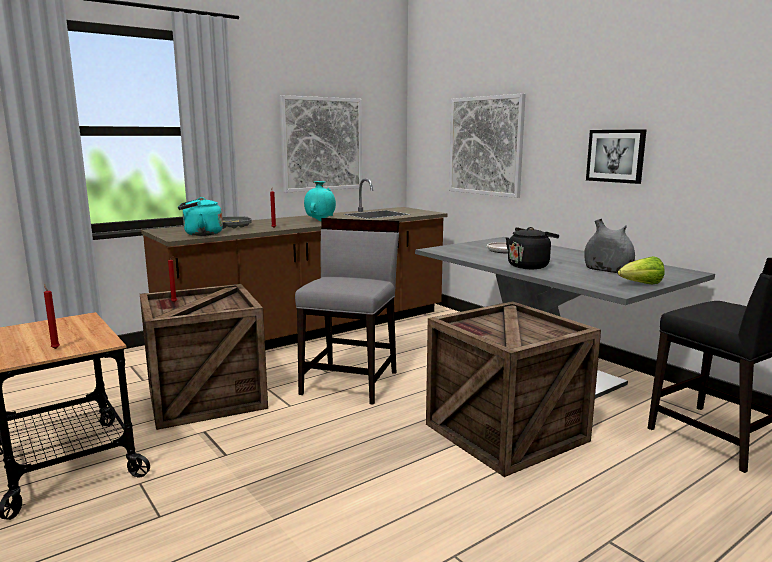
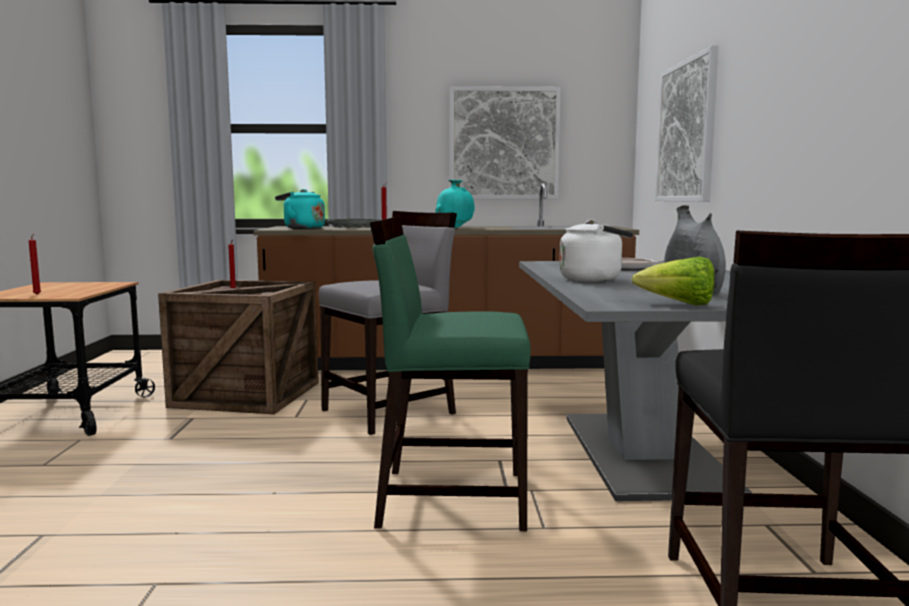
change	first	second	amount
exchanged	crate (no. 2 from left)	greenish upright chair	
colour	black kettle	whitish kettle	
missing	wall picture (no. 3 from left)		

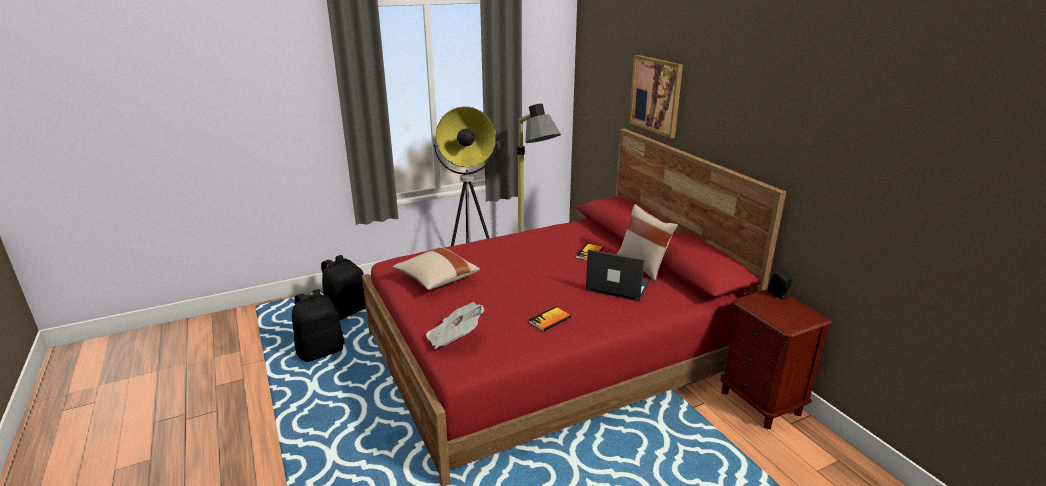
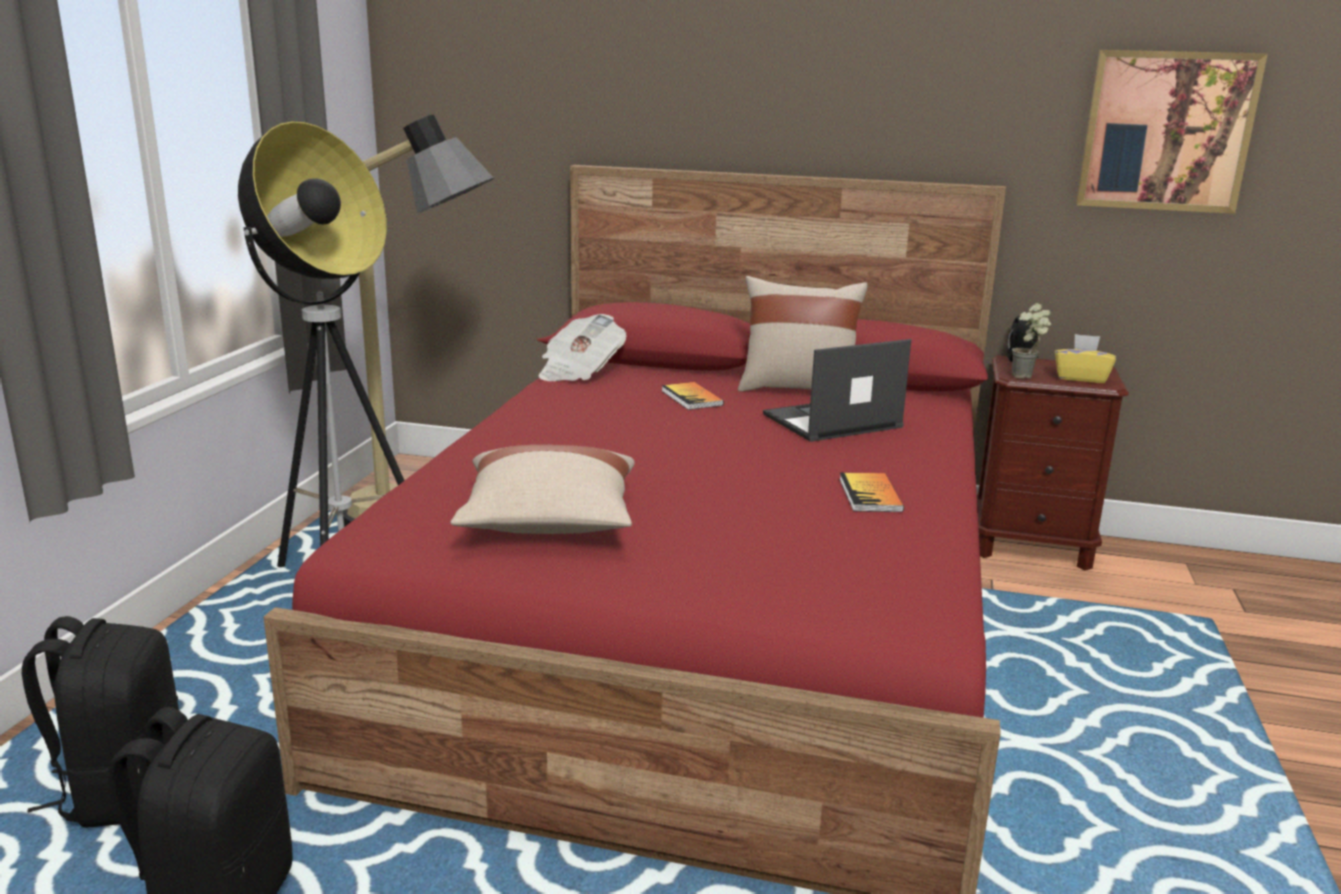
change	first	second	amount
relocated	newspaper		
relocated	wall picture		
appeared		plant in a pot	
appeared		yellow-coloured box of tissues	

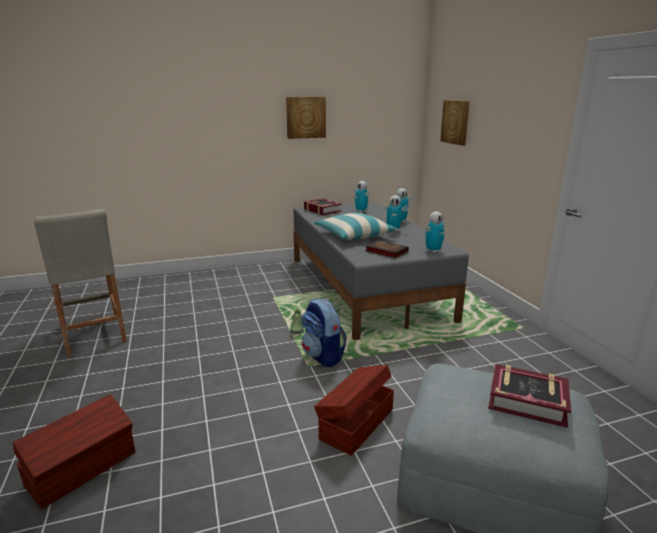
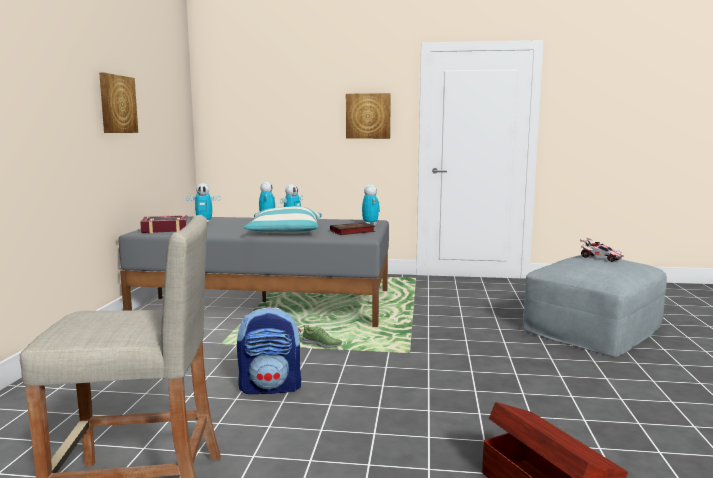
change	first	second	amount
relocated	backpack		
missing	brown storage bin (no. 2 from left)		
relocated	wall picture (no. 2 from left)		
exchanged	bound book (no. 3 from left)	miniature car	

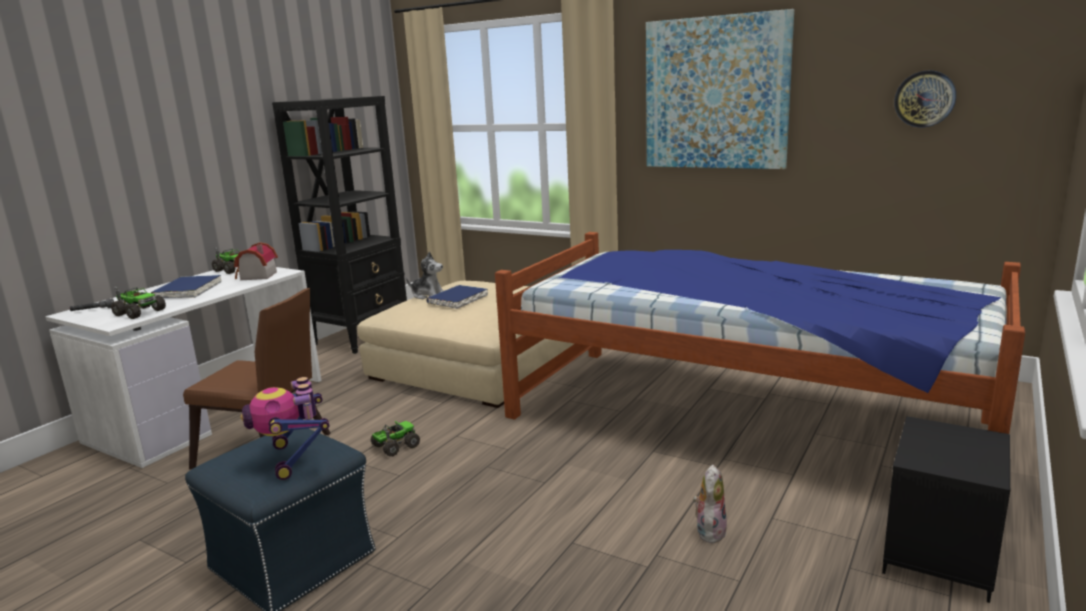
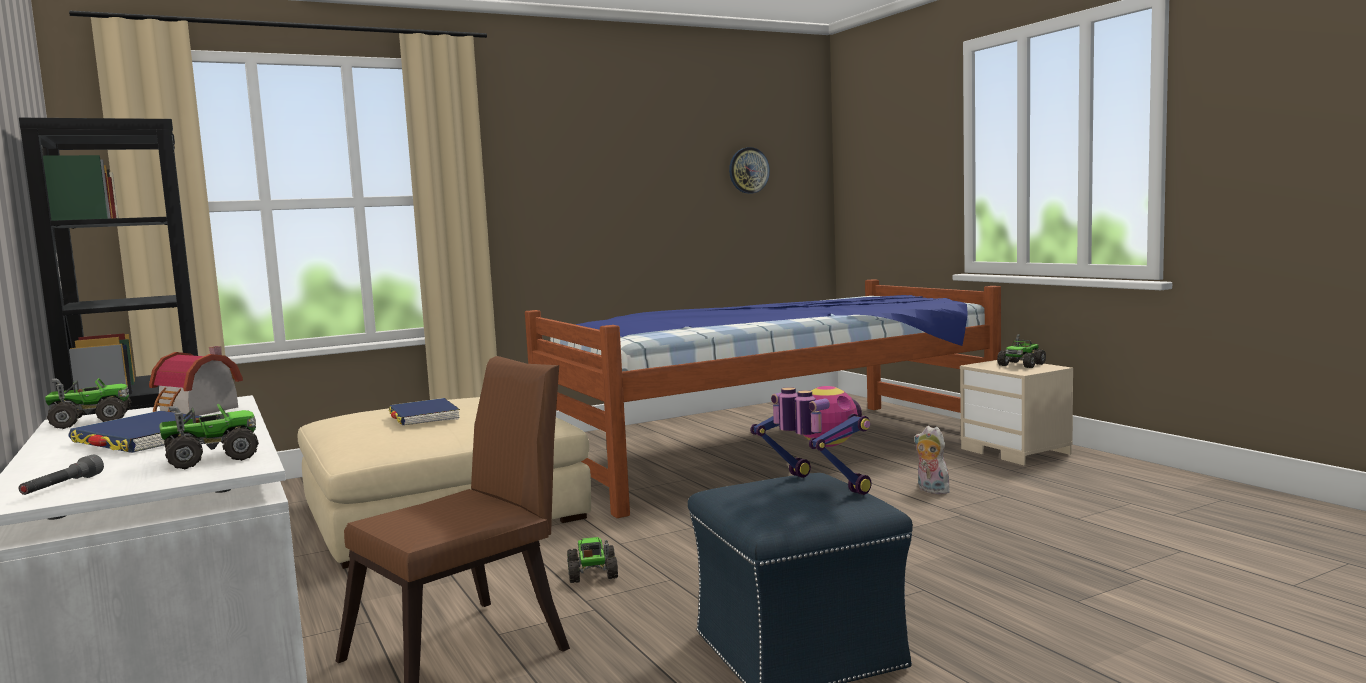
change	first	second	amount
spun	toy robot		135 degrees counterclockwise
missing	cuddly toy (no. 1 from left)		
missing	wall picture		
colour	black night table	sand-coloured night table	
appeared		model truck (no. 4 from left)	

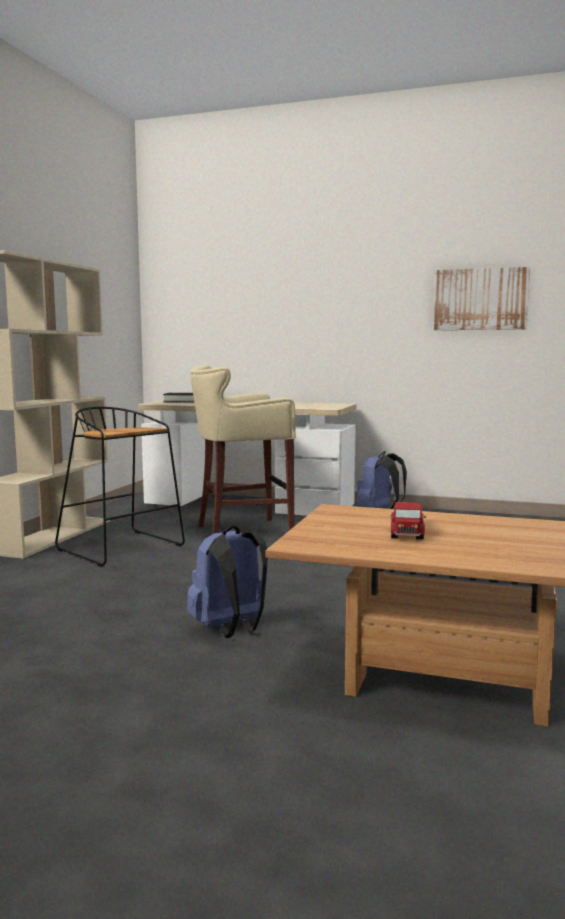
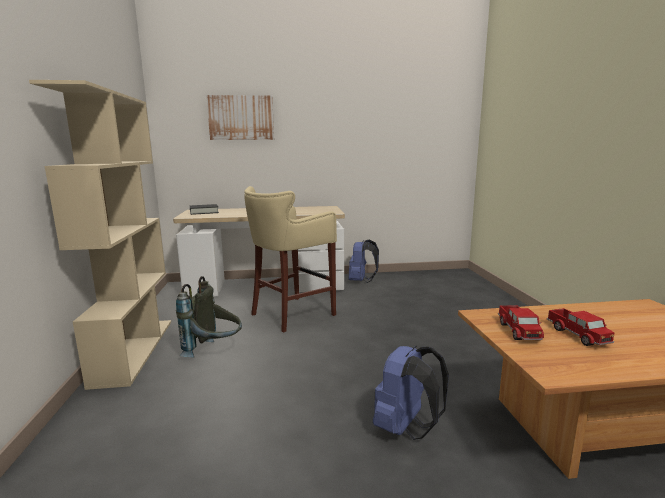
change	first	second	amount
exchanged	black stool	grey backpack	
relocated	wall picture		
appeared		model truck (no. 1 from left)	

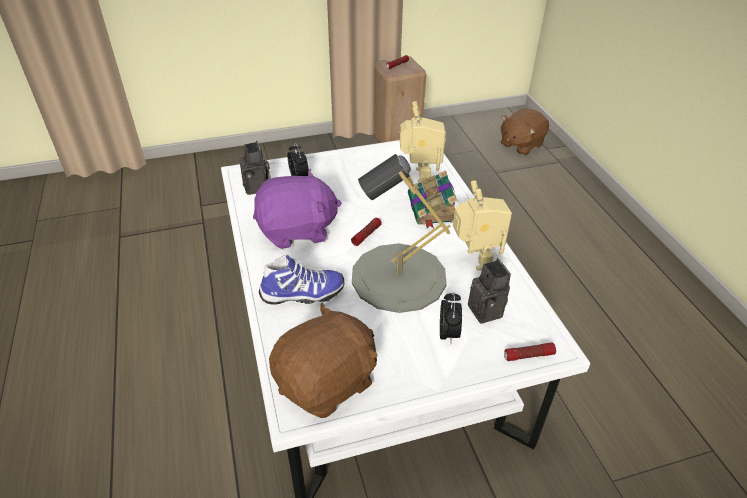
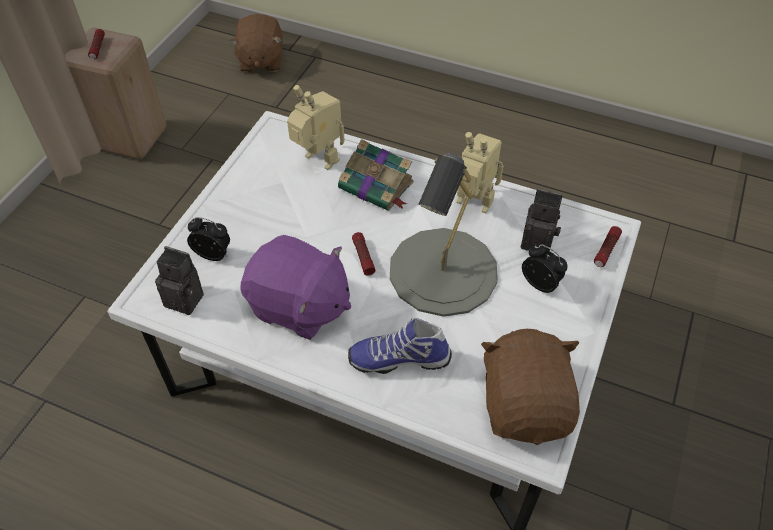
change	first	second	amount
spun	purplish cuddly toy		90 degrees clockwise
spun	item of footwear		120 degrees counterclockwise

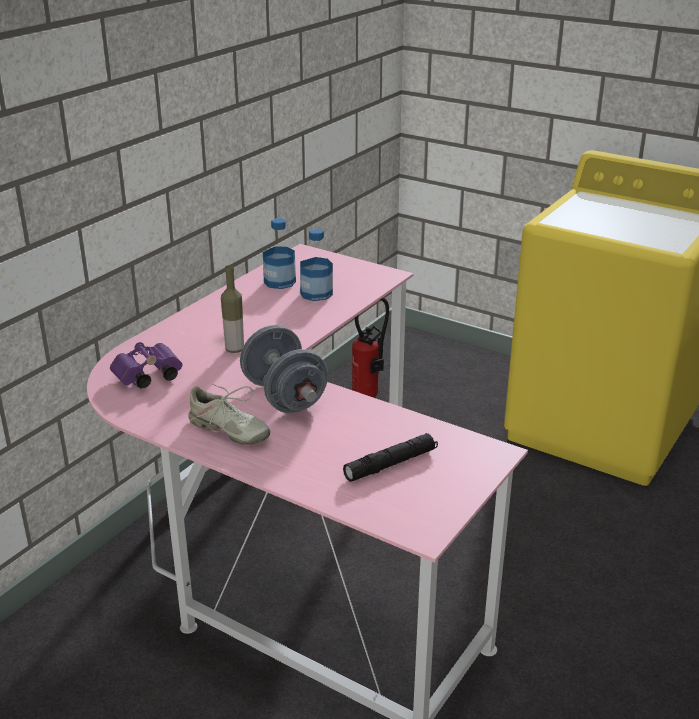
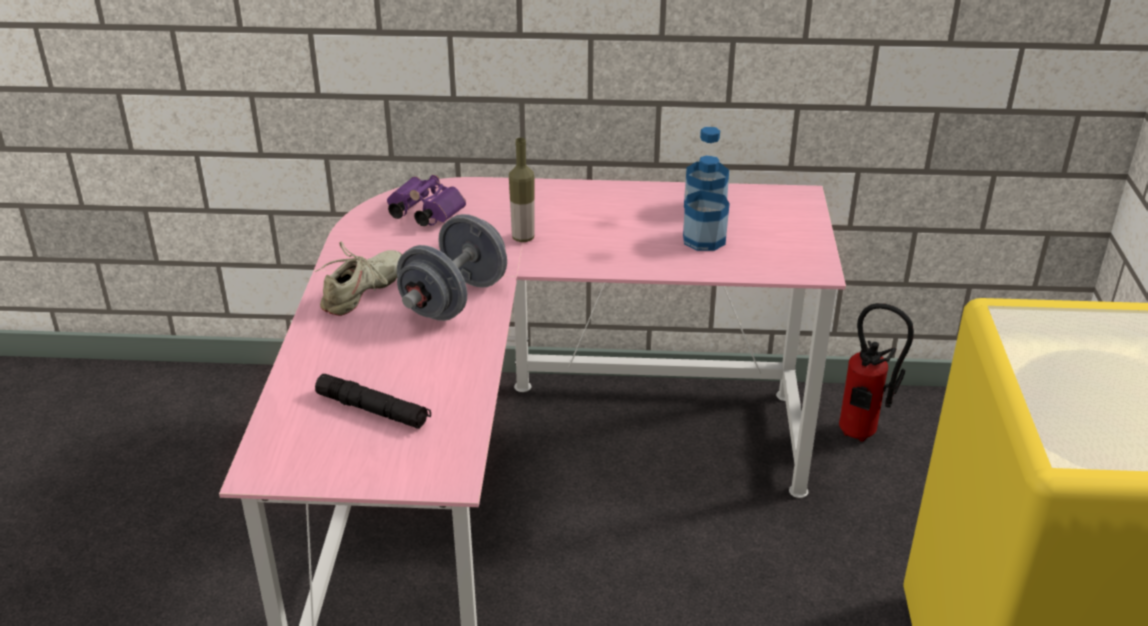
change	first	second	amount
spun	sand-coloured item of footwear		150 degrees counterclockwise

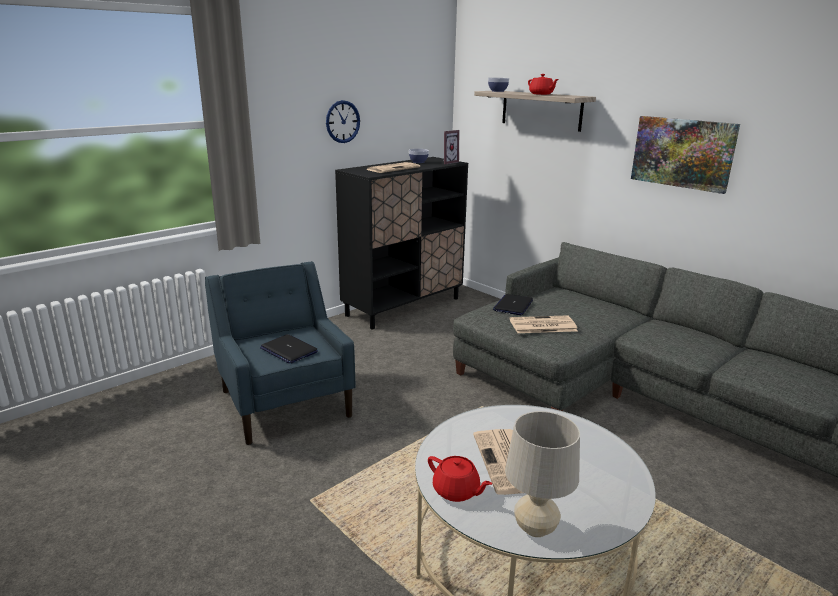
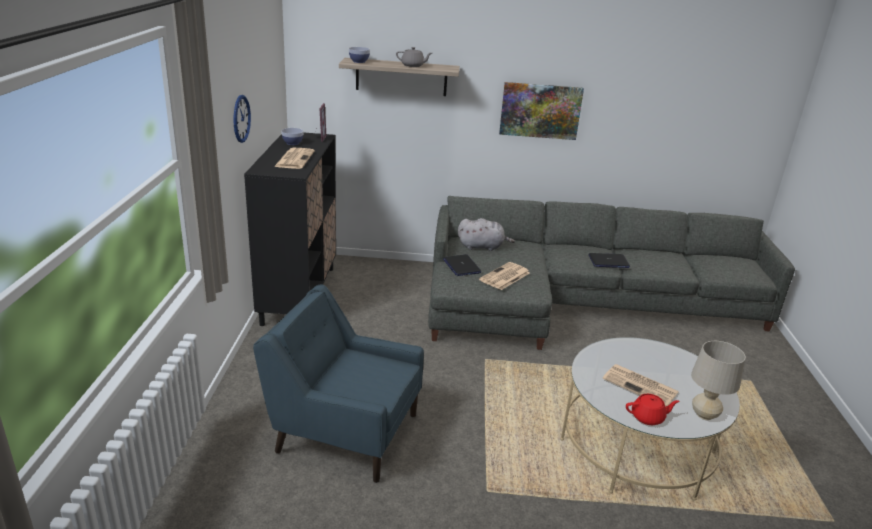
change	first	second	amount
relocated	portable computer (no. 1 from left in the first image)	portable computer (no. 2 from left)	
colour	red tea pot (no. 2 from left)	grey tea pot	
appeared		grey cuddly toy	

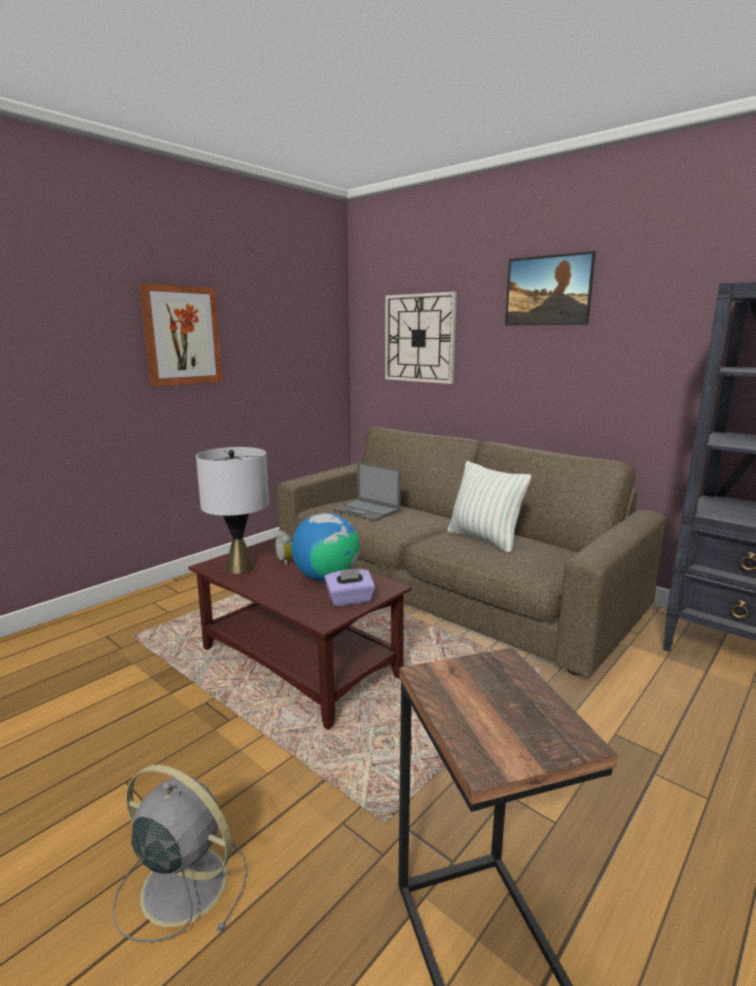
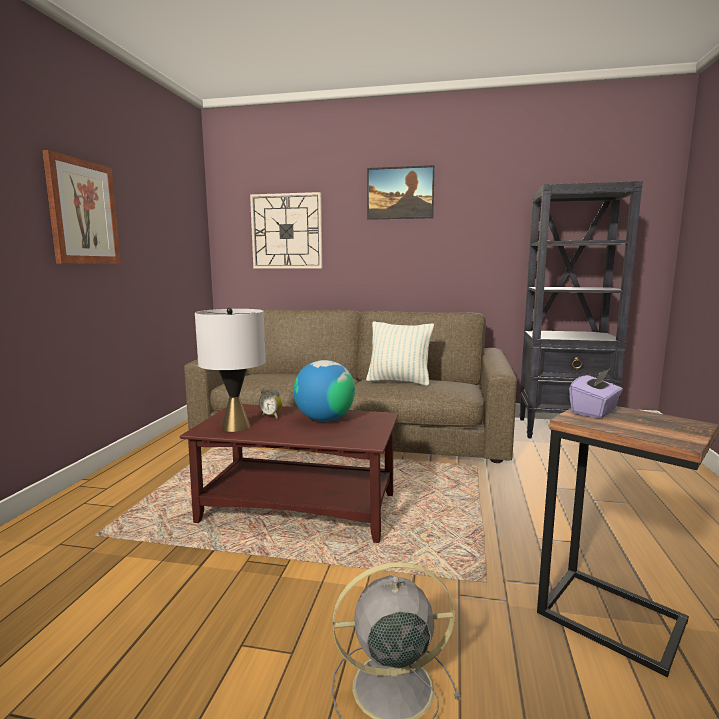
change	first	second	amount
relocated	purplish box of tissues		
missing	portable computer		

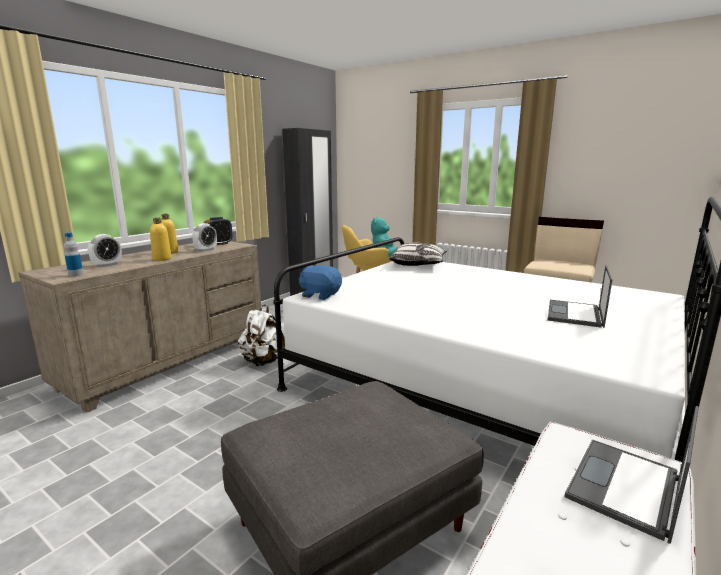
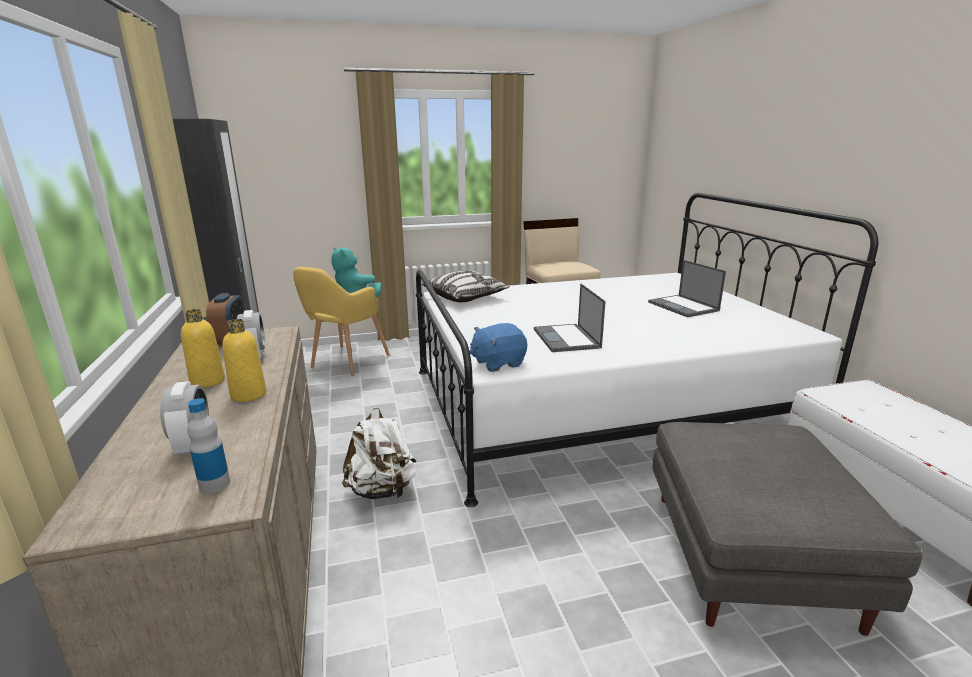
change	first	second	amount
relocated	portable computer (no. 2 from left in the first image)	portable computer (no. 1 from left)	

